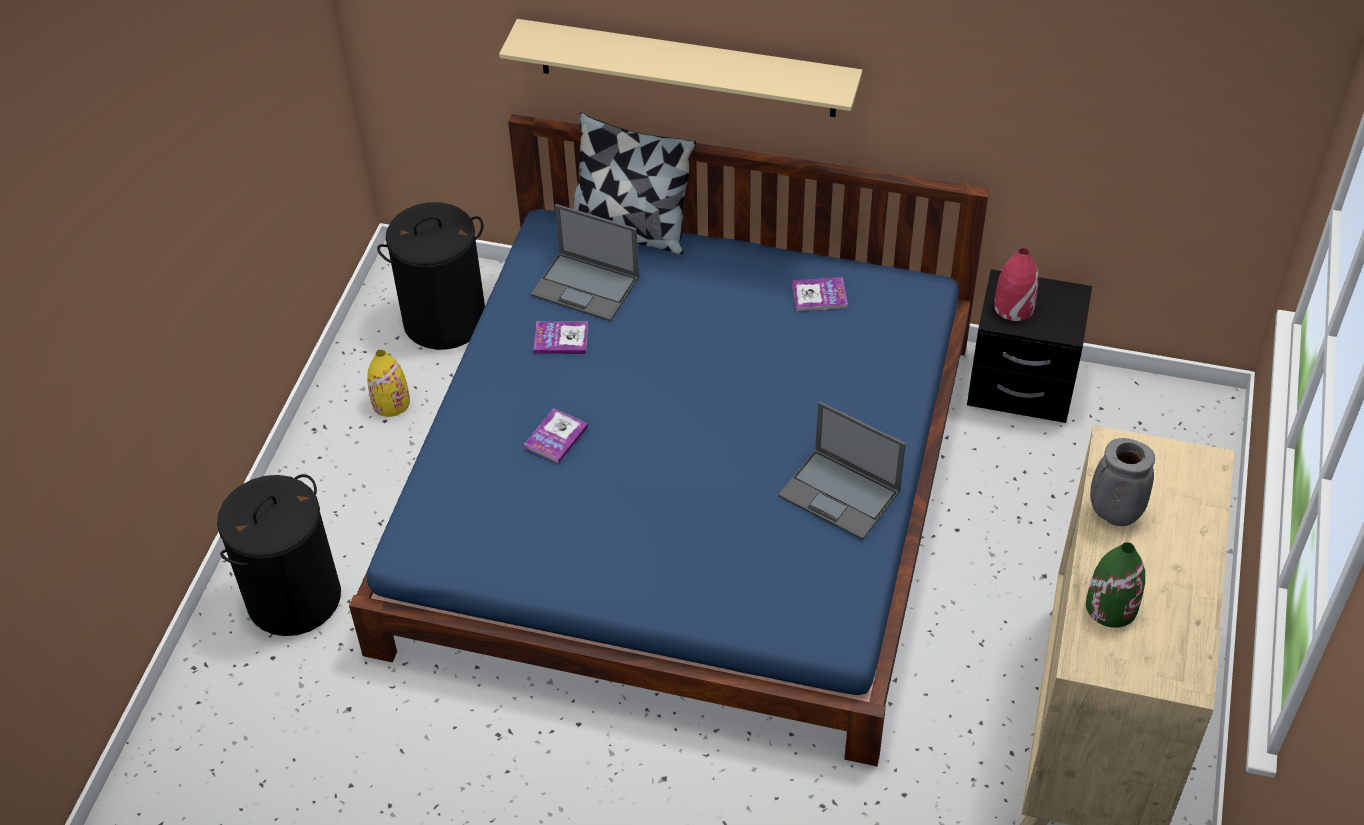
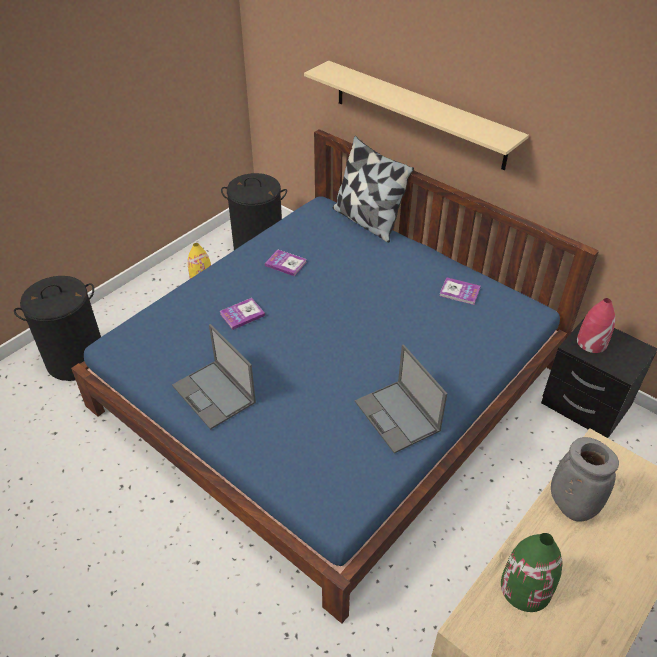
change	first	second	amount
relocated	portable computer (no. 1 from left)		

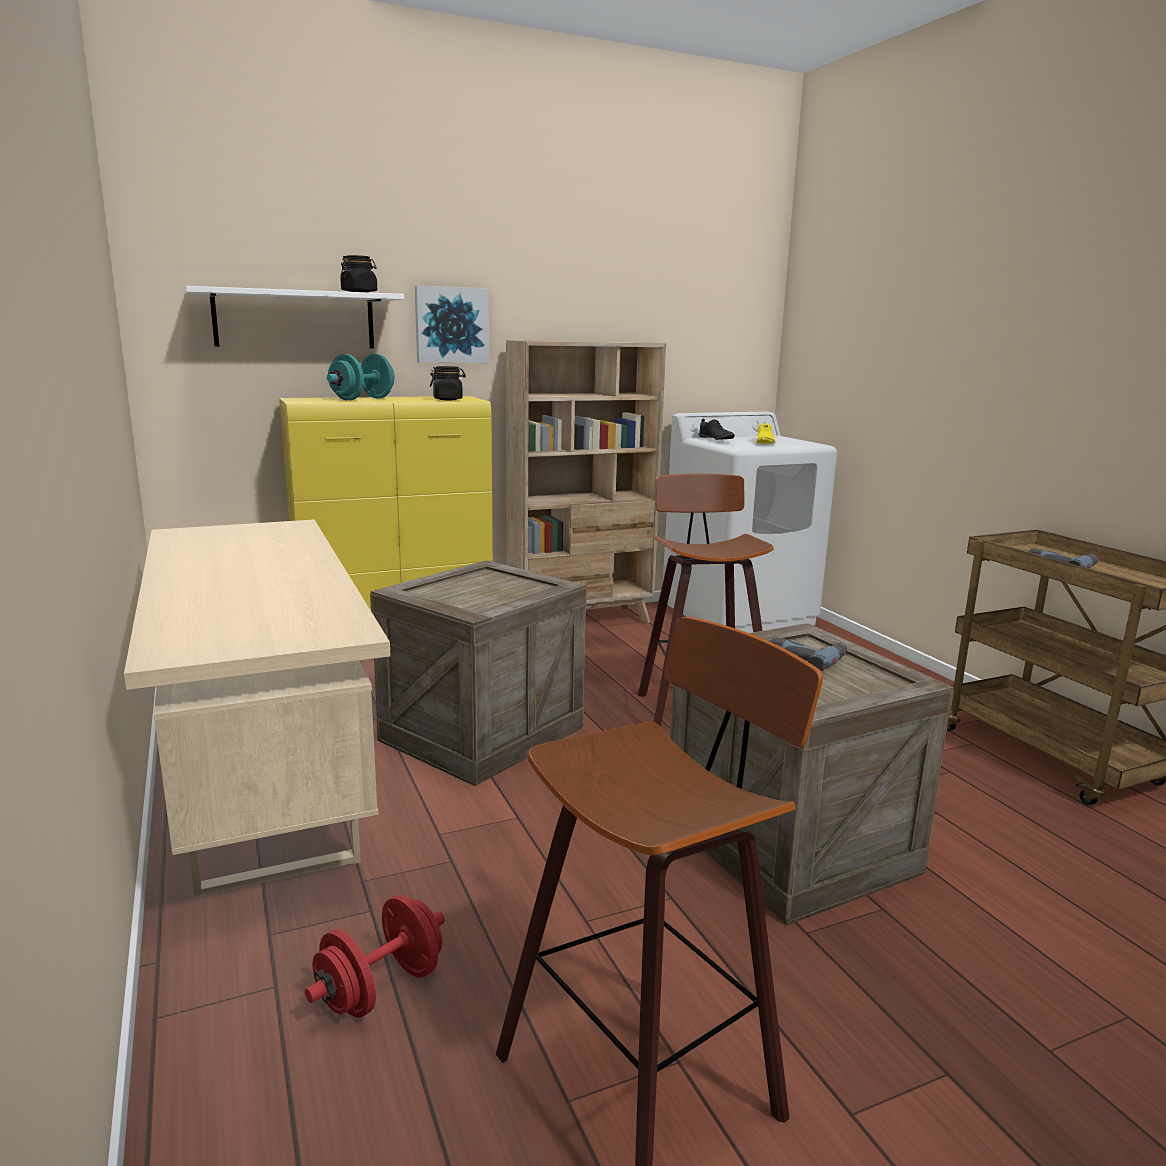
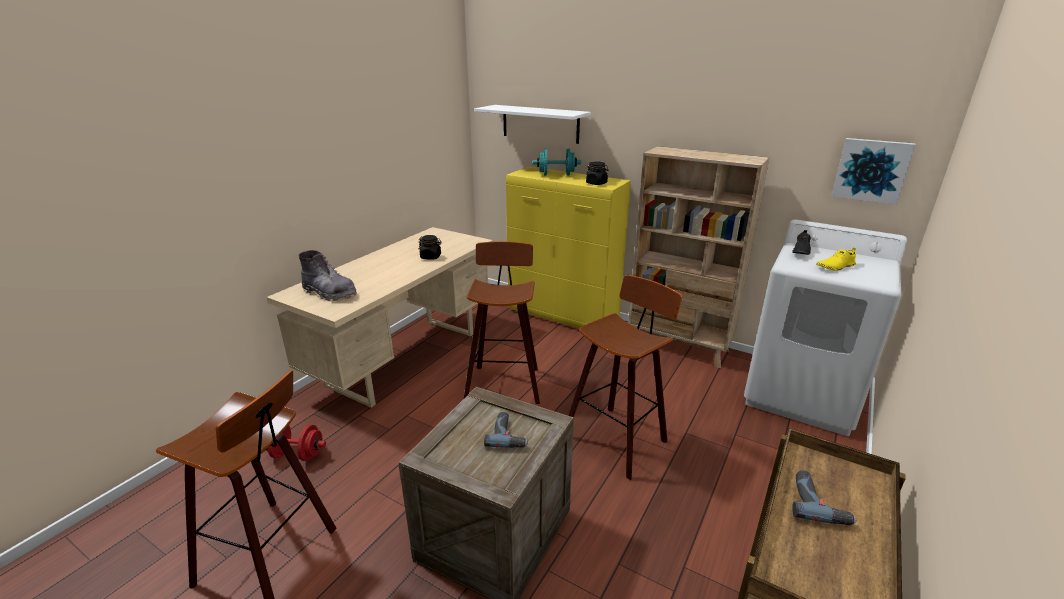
change	first	second	amount
relocated	black preserve jar (no. 1 from left)		
exchanged	crate (no. 1 from left)	stool (no. 2 from left)	
relocated	wall picture		
appeared		grey tall boot	

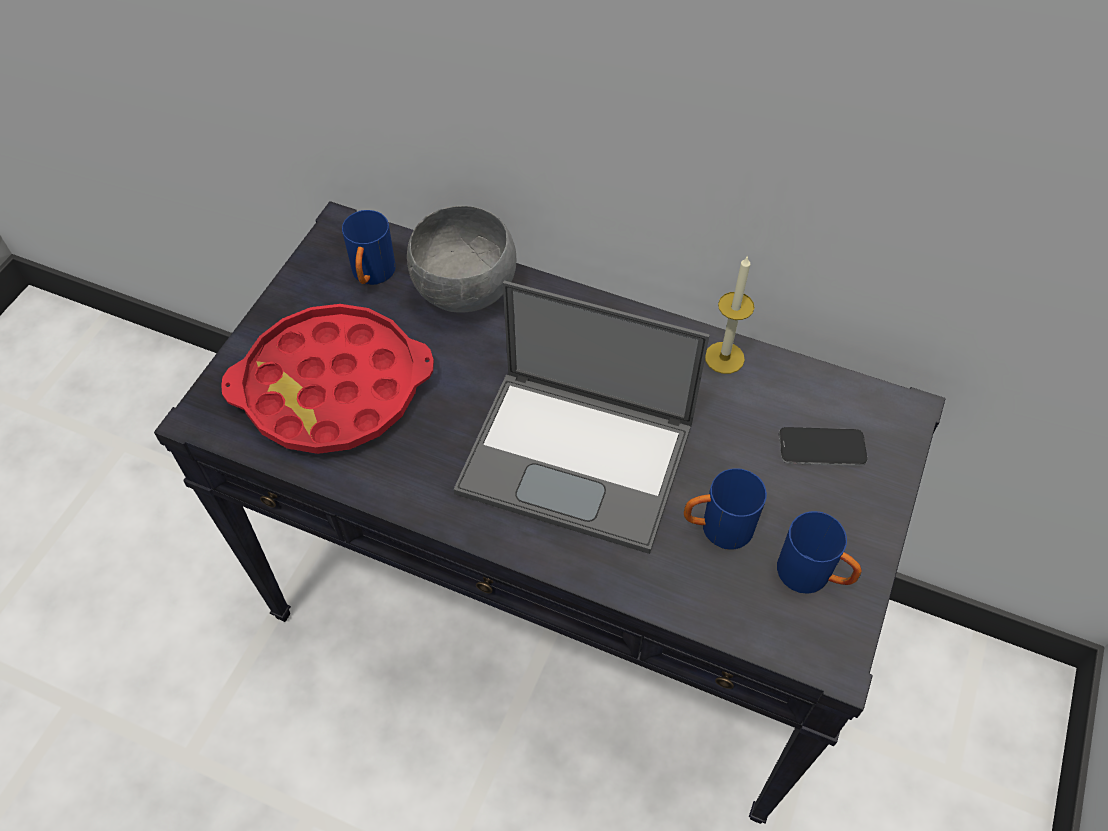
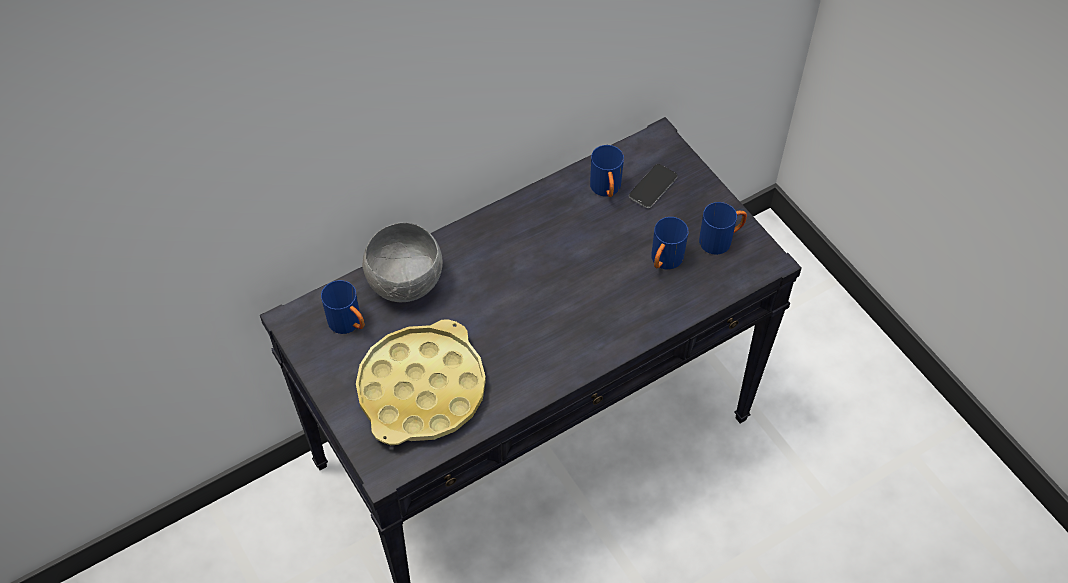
change	first	second	amount
colour	red serving tray	yellow-coloured serving tray	
missing	portable computer		
missing	wax candle		
appeared		blue-coloured coffee mug (no. 2 from left)	

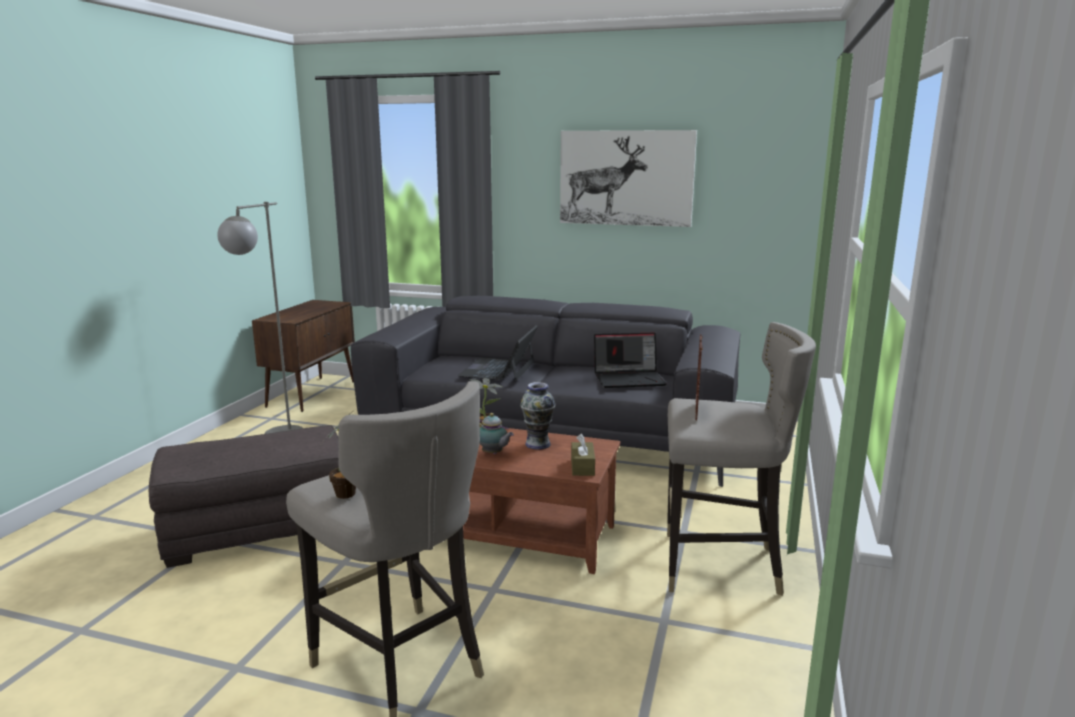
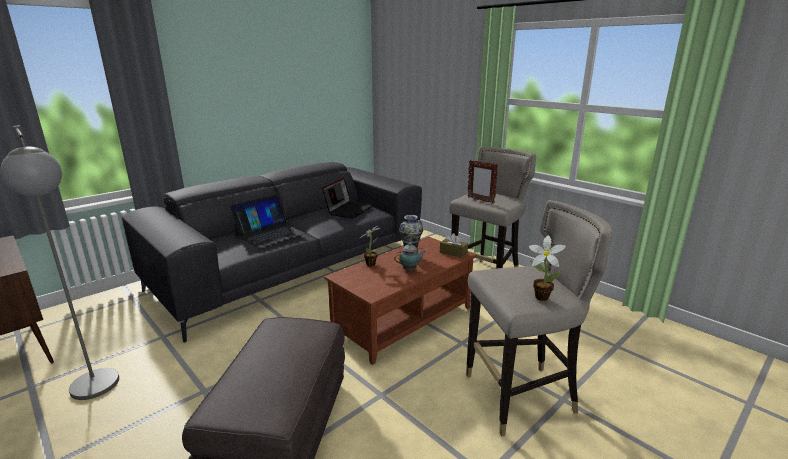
change	first	second	amount
spun	portable computer (no. 1 from left)		90 degrees counterclockwise
missing	wall picture		

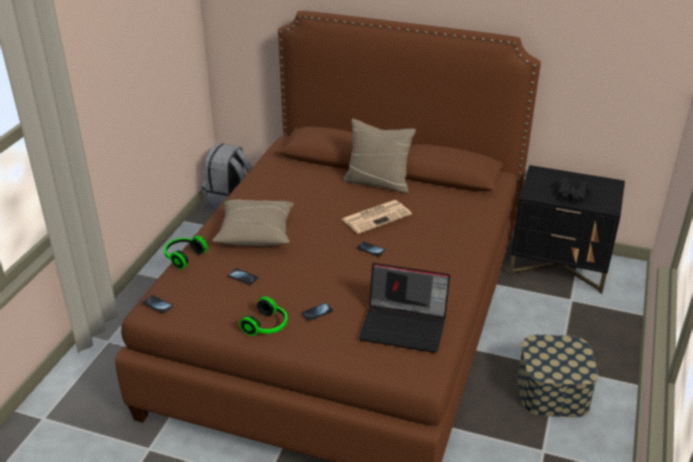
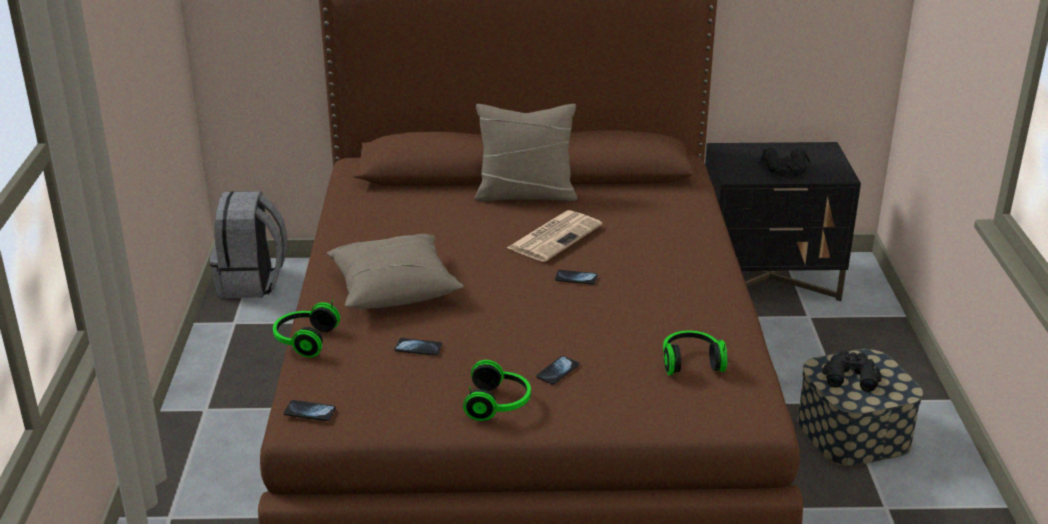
change	first	second	amount
exchanged	portable computer	headphones (no. 3 from left)	
appeared		black binoculars (no. 2 from left)	

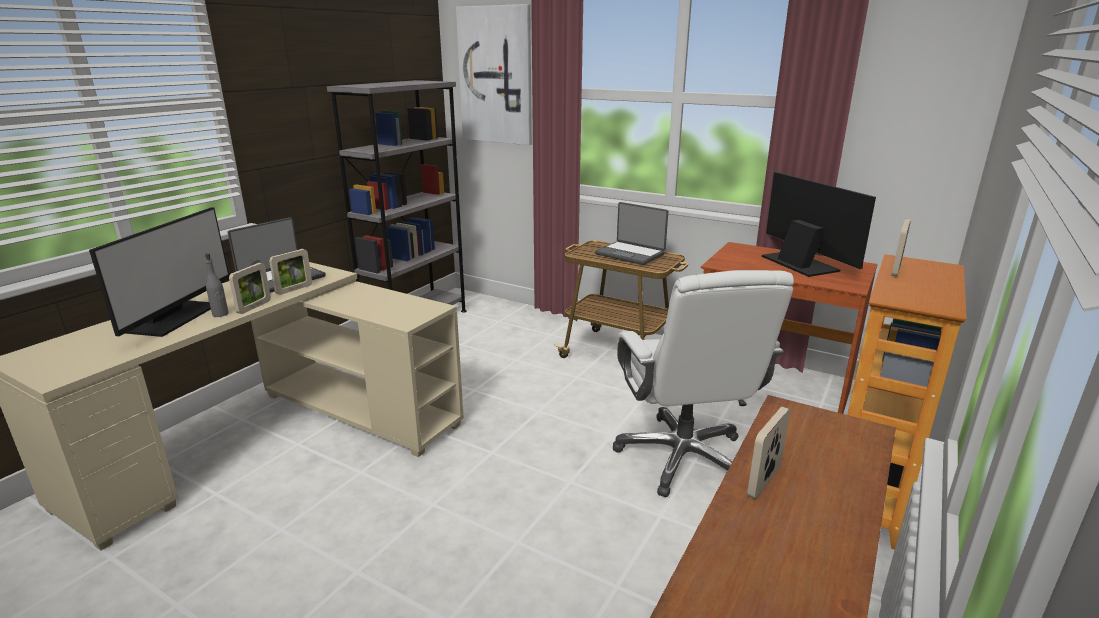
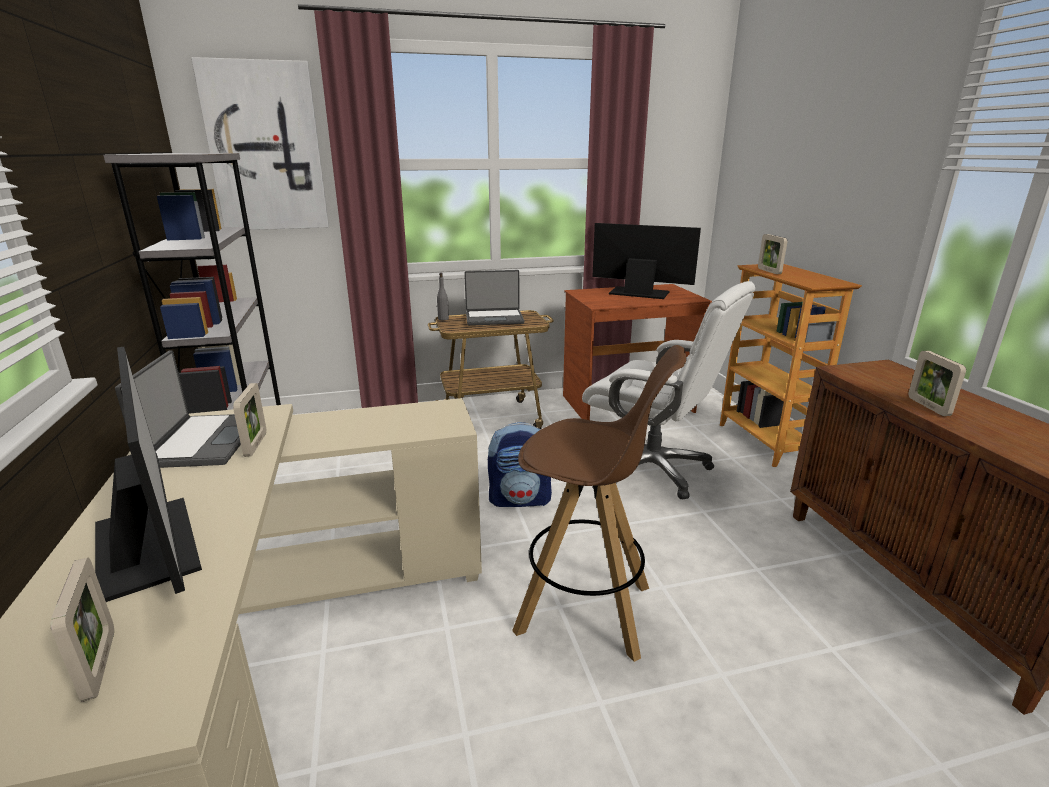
change	first	second	amount
relocated	grey bottle		
relocated	picture frame (no. 1 from left)		
appeared		backpack	
appeared		brown stool	

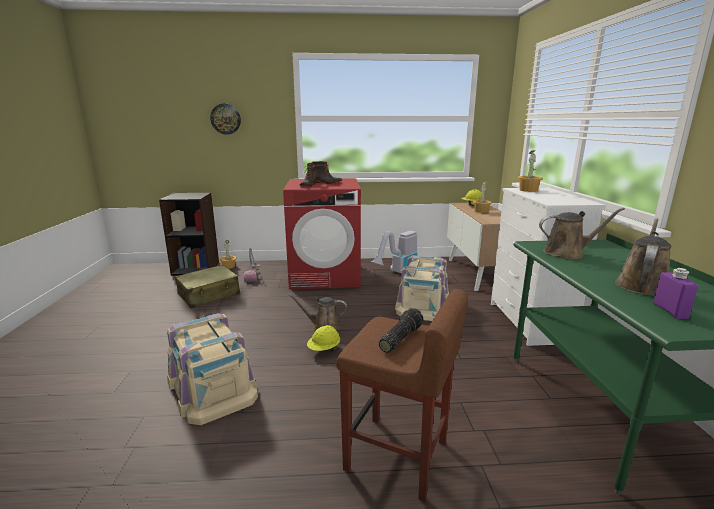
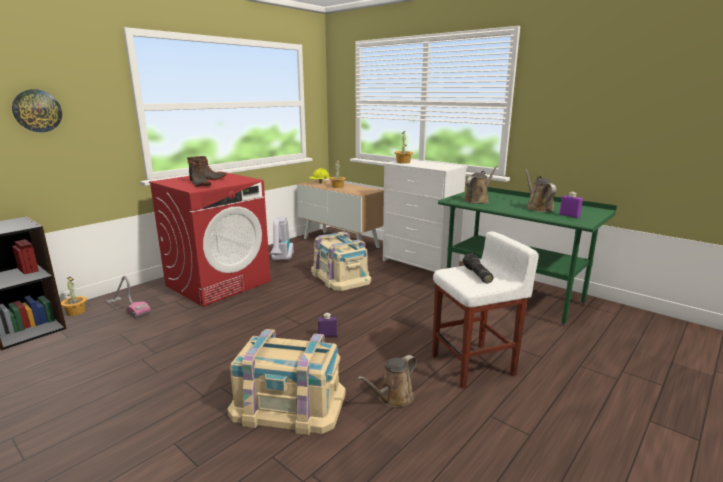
change	first	second	amount
missing	sand-coloured travel case		
relocated	brown watering can (no. 1 from left)		
exchanged	yellow-coloured safety helmet (no. 1 from left)	purplish bottle (no. 1 from left)	
colour	brown stool	whitish stool	

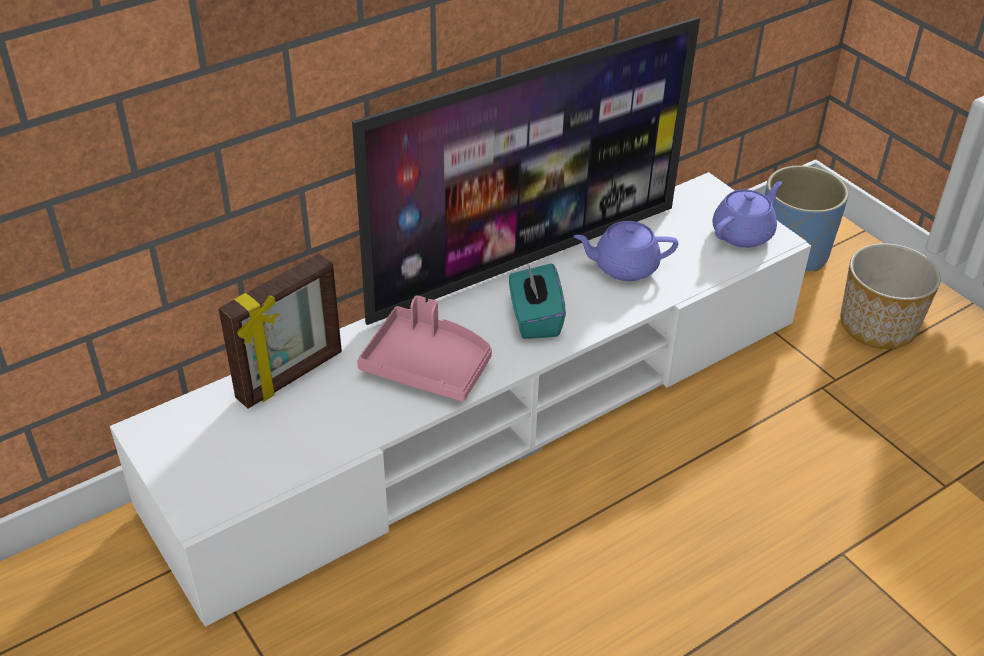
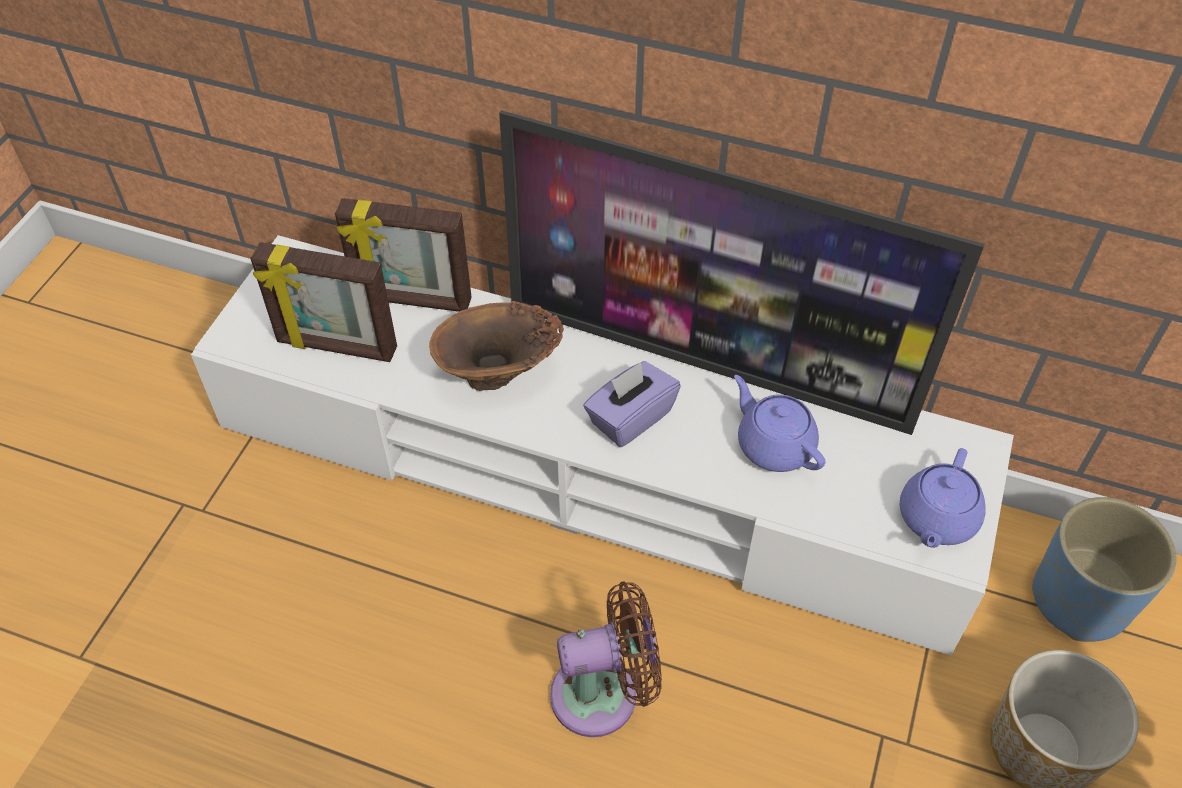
change	first	second	amount
exchanged	pink-coloured serving tray	brown decorative vase	
colour	turquoise-coloured box of tissues	purplish box of tissues	
spun	purplish tea pot (no. 2 from left)		105 degrees clockwise
appeared		picture frame (no. 1 from left)	
appeared		brown fan	

